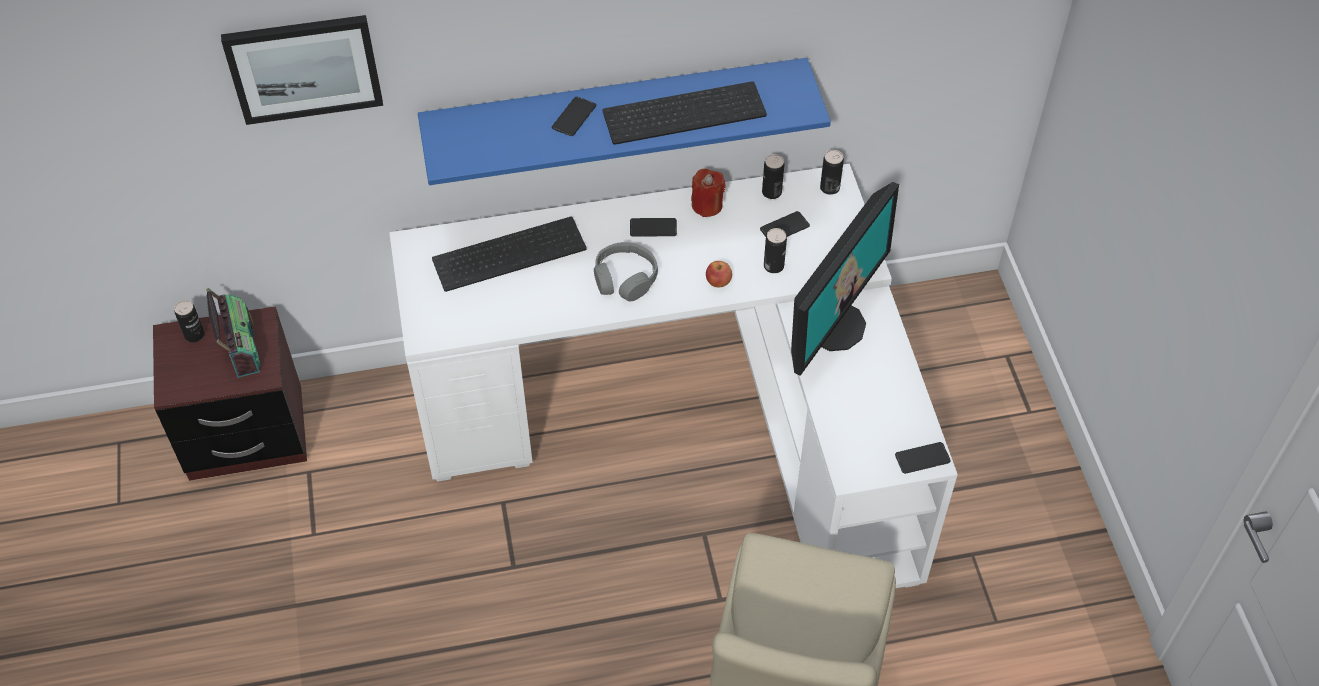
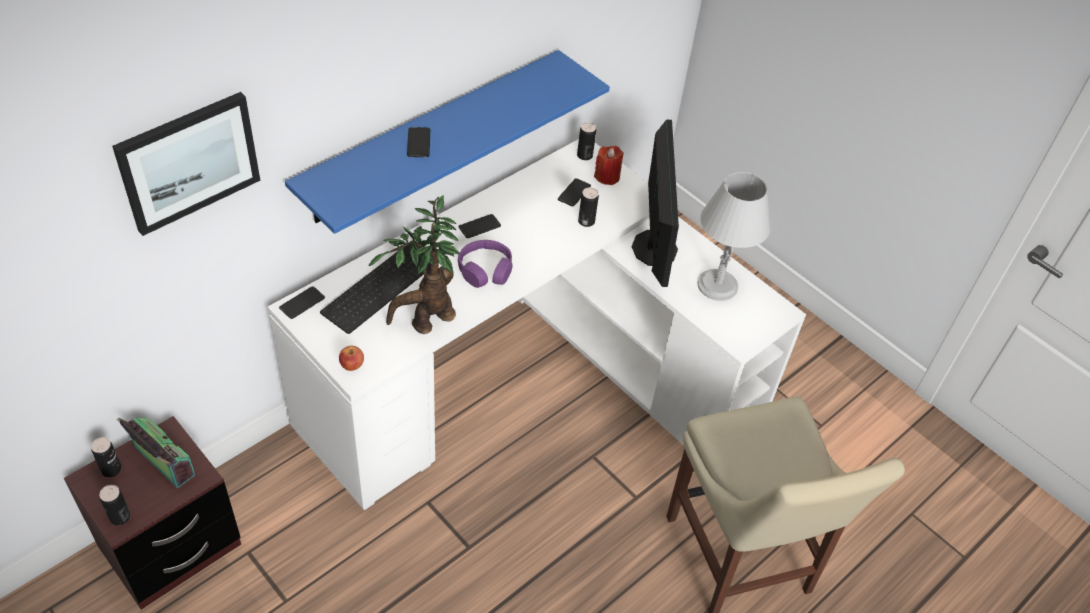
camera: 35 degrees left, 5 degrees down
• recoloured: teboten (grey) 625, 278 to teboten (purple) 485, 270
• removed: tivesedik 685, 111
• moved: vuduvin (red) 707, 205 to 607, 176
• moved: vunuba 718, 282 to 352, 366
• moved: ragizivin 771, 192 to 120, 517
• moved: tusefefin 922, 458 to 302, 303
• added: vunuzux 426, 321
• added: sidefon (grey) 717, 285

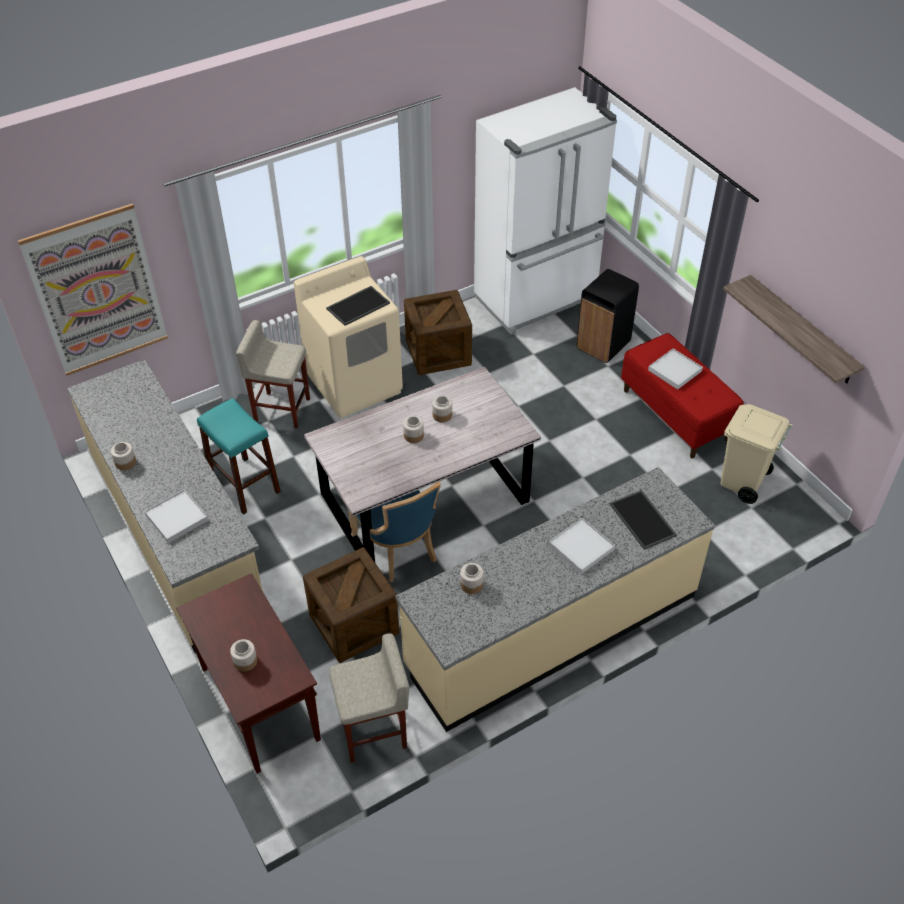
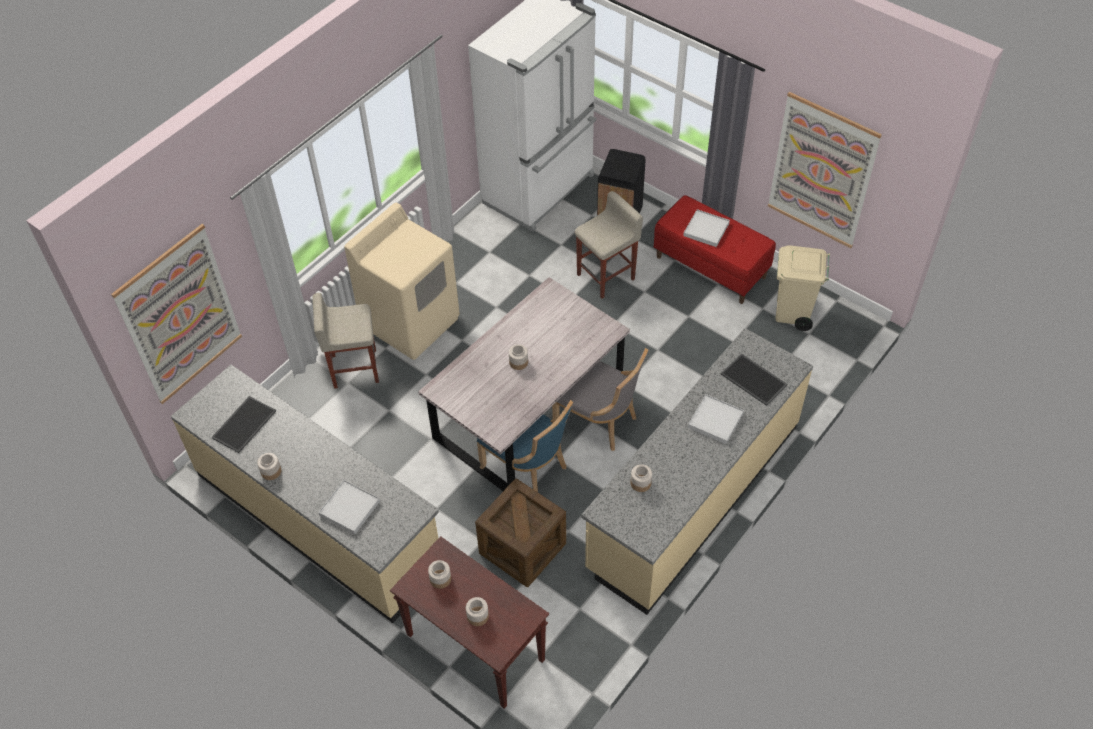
camera: 20 degrees left, 5 degrees up
• removed: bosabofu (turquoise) 244, 485
• moved: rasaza 358, 305 to 244, 423
• moved: bosabofu (beige) 374, 731 to 606, 276
• removed: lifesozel 438, 353
• moved: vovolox 442, 415 to 440, 579
• replaced: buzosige 801, 330 to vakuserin 821, 171
• added: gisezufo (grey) 599, 421

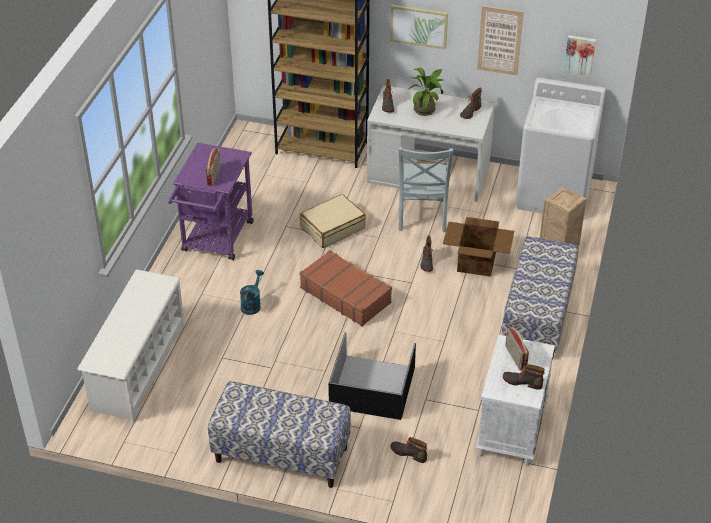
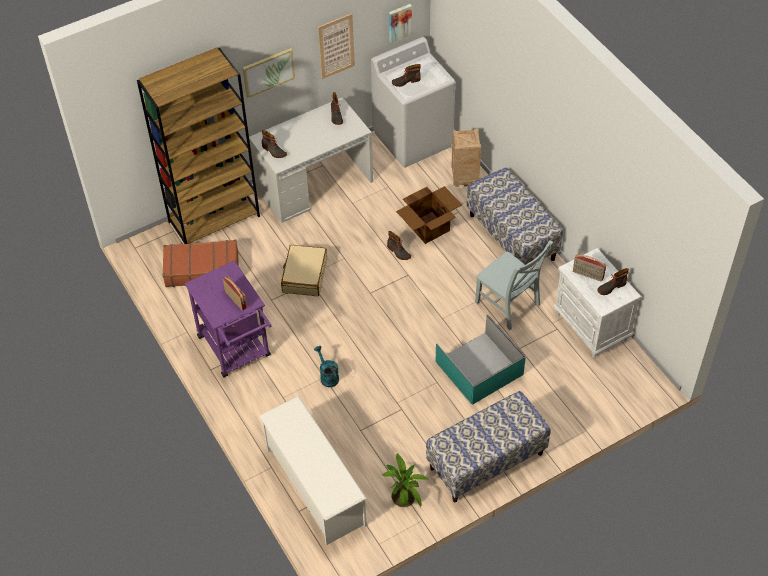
camera: 45 degrees left, 10 degrees up
• moved: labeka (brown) 345, 295 to 202, 269
• recoloured: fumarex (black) 373, 387 to fumarex (turquoise) 480, 367
• moved: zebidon 409, 453 to 405, 81
• moved: gisezufo (grey) 421, 217 to 509, 305
• moved: vunuzux 426, 109 to 403, 495

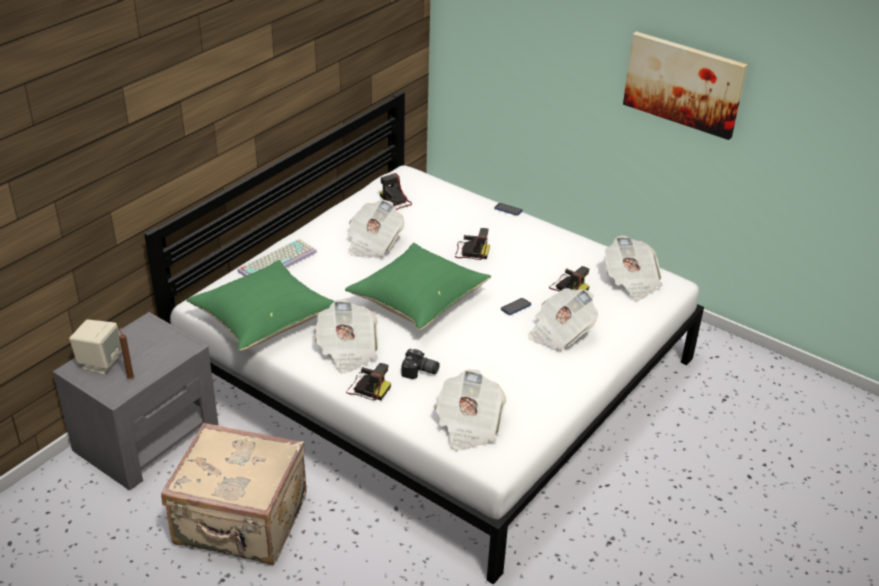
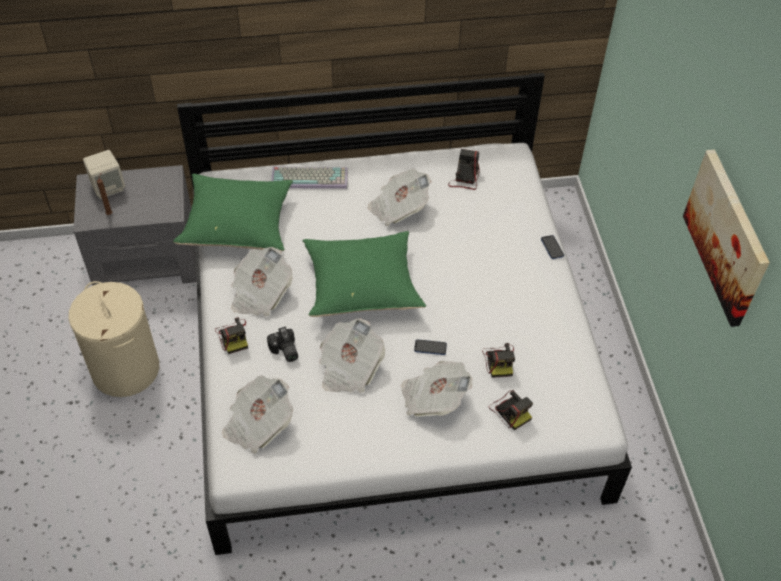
camera: 45 degrees right, 15 degrees up
• replaced: labeka (beige) 241, 522 to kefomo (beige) 126, 369
• moved: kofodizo 471, 252 to 510, 410
• moved: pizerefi 631, 281 to 349, 368

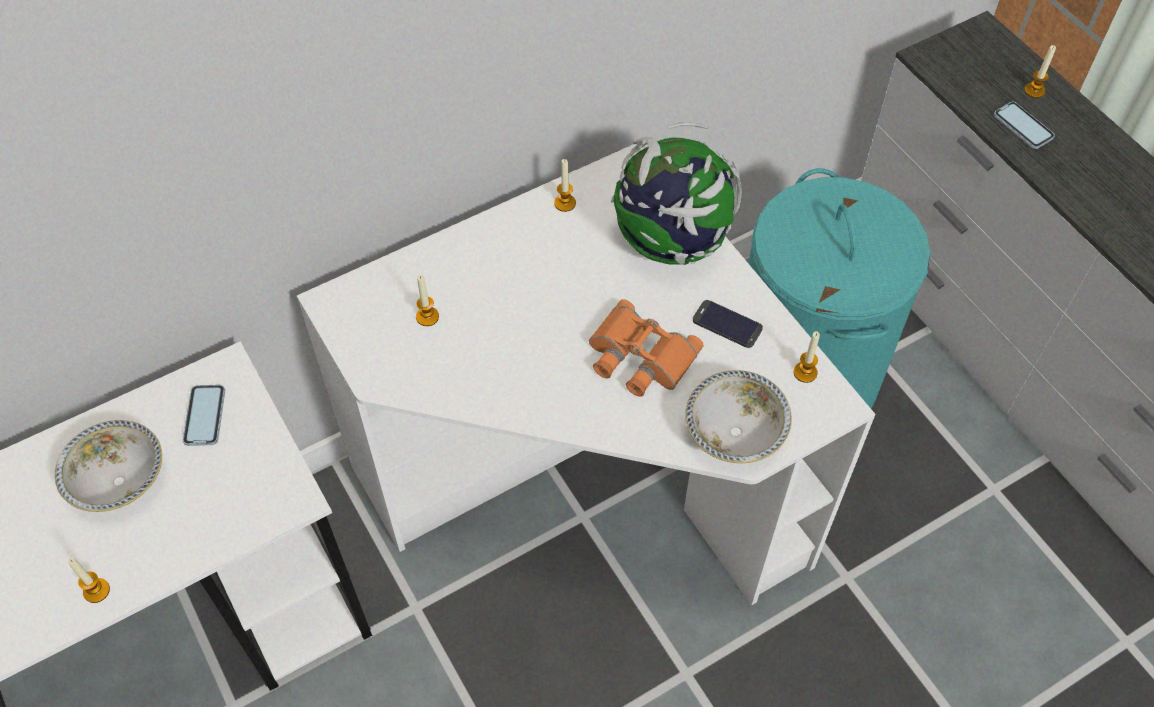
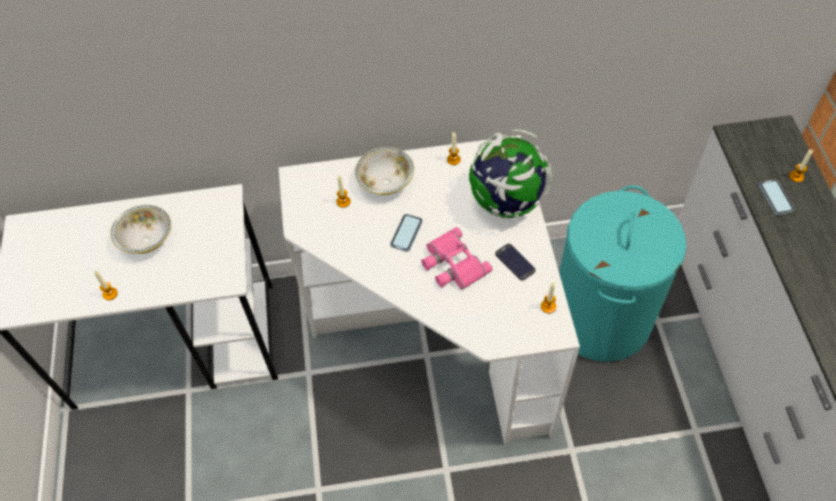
camera: 25 degrees right, 0 degrees up
• moved: tusefefin 205, 416 to 406, 233
• recoloured: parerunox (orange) 638, 357 to parerunox (pink) 452, 264
• moved: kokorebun 734, 433 to 385, 182

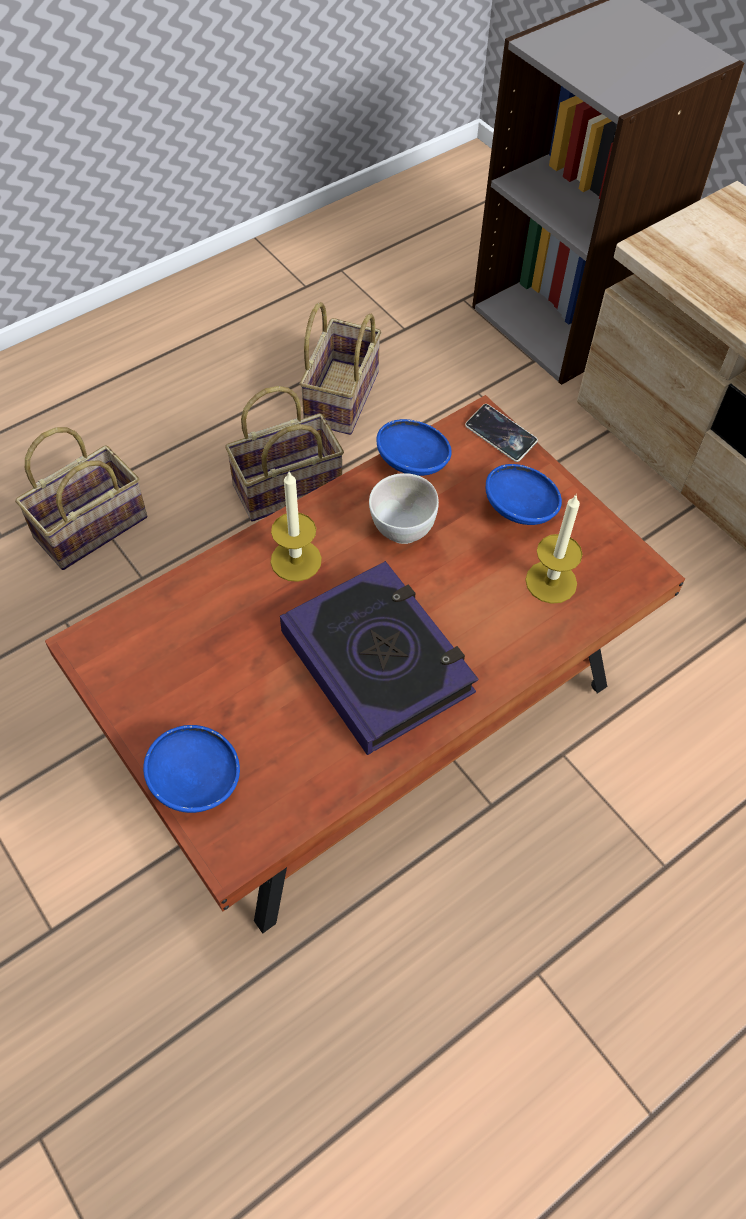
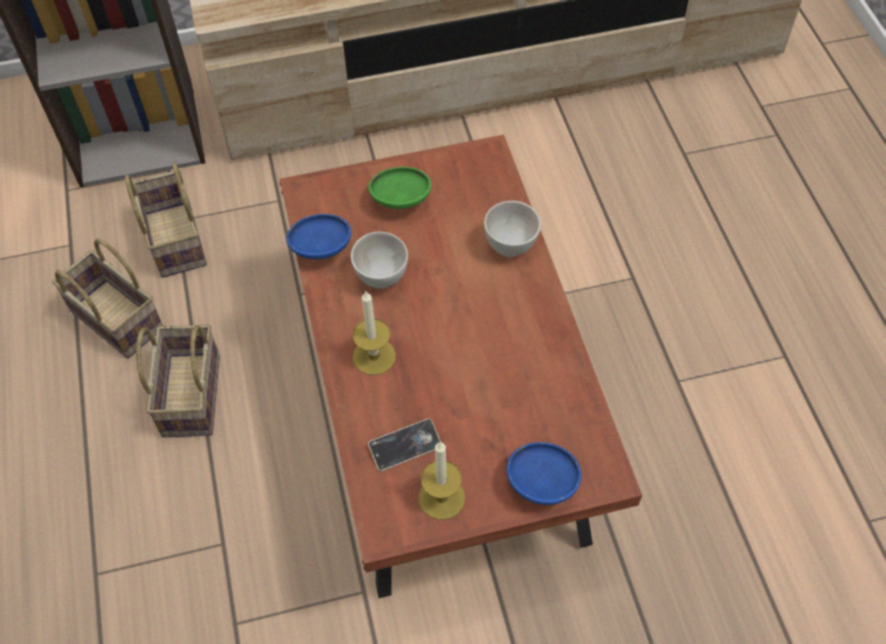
camera: 65 degrees left, 0 degrees up
• moved: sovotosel 92, 524 to 173, 239
• removed: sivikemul 377, 662
• moved: tusefefin 500, 436 to 405, 447
• recoloured: kokorebun (blue) 521, 510 to kokorebun (green) 401, 199
• moved: vuduvin 551, 582 to 441, 497
• added: kokorebun (white) 510, 246

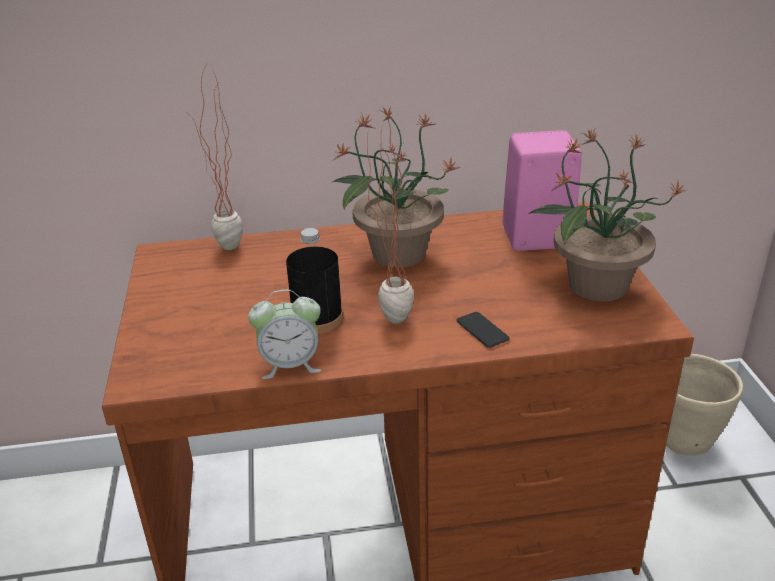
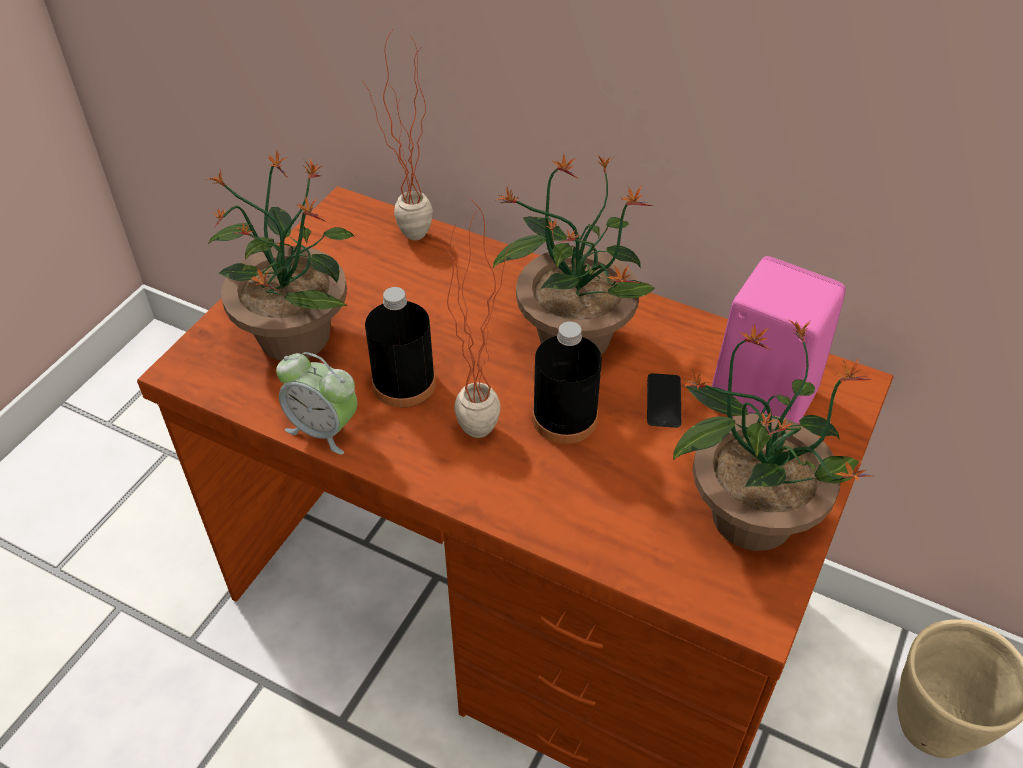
camera: 35 degrees right, 15 degrees up
• moved: tusefefin 482, 330 to 663, 401
• added: vunuzux 295, 334
• added: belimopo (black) 564, 418

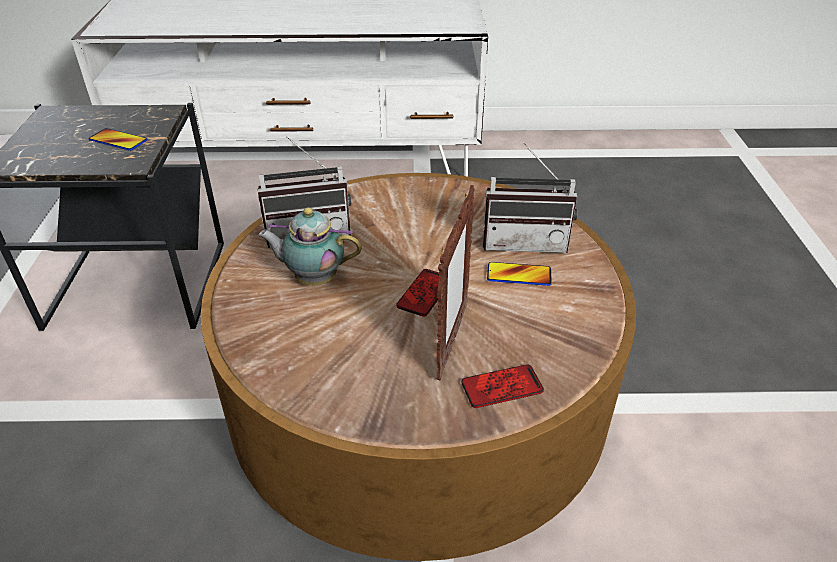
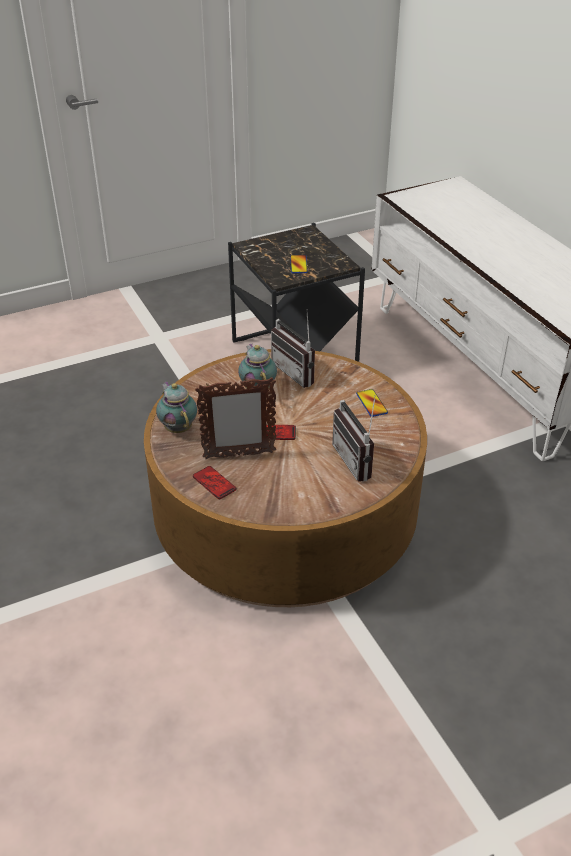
camera: 65 degrees right, 0 degrees up
• moved: tusefefin 519, 275 to 371, 403
• added: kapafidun 178, 428

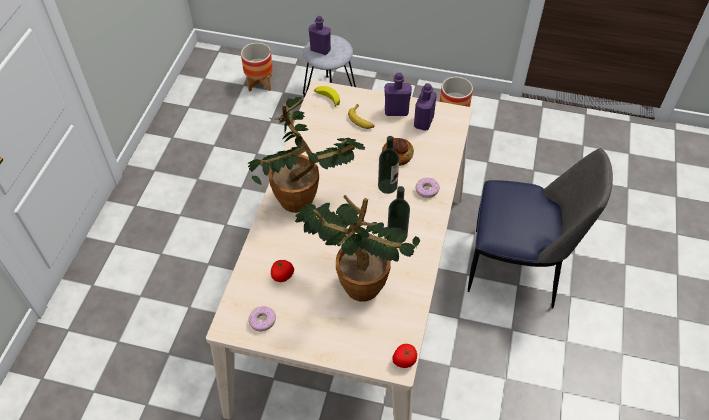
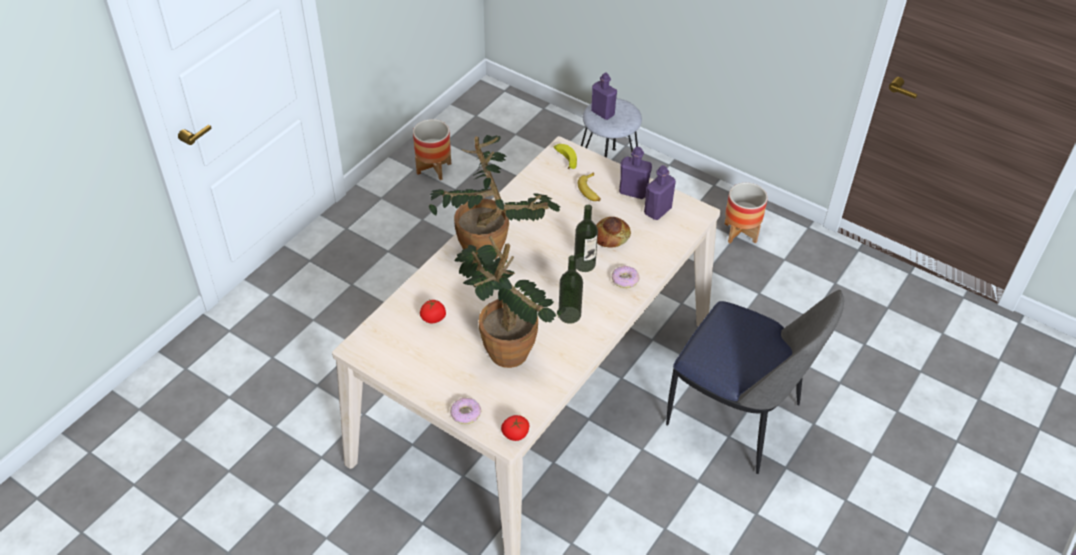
camera: 20 degrees right, 5 degrees down
• moved: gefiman 260, 83 to 434, 168
• moved: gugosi 262, 321 to 465, 414

